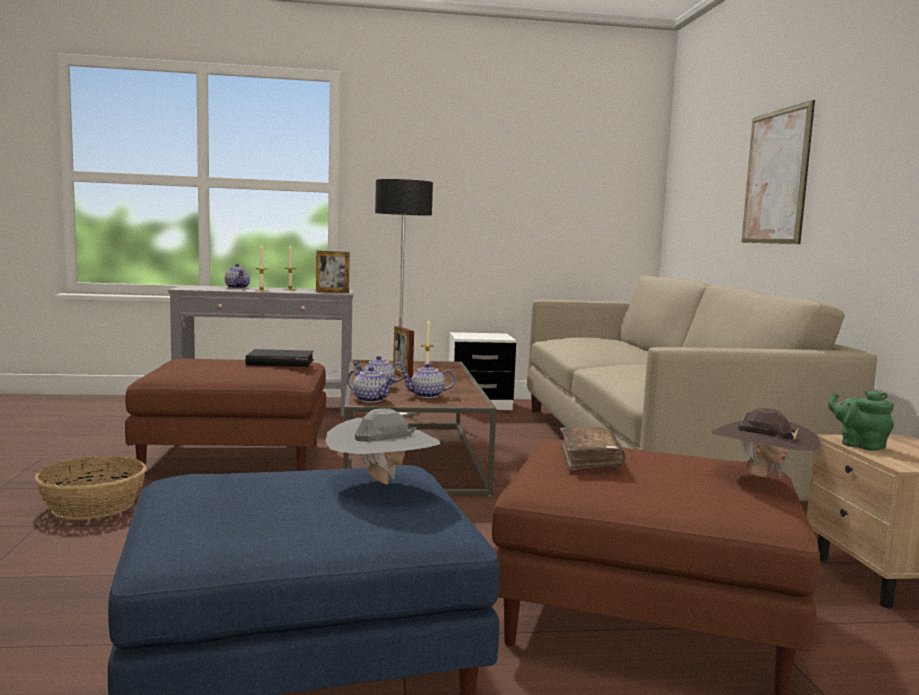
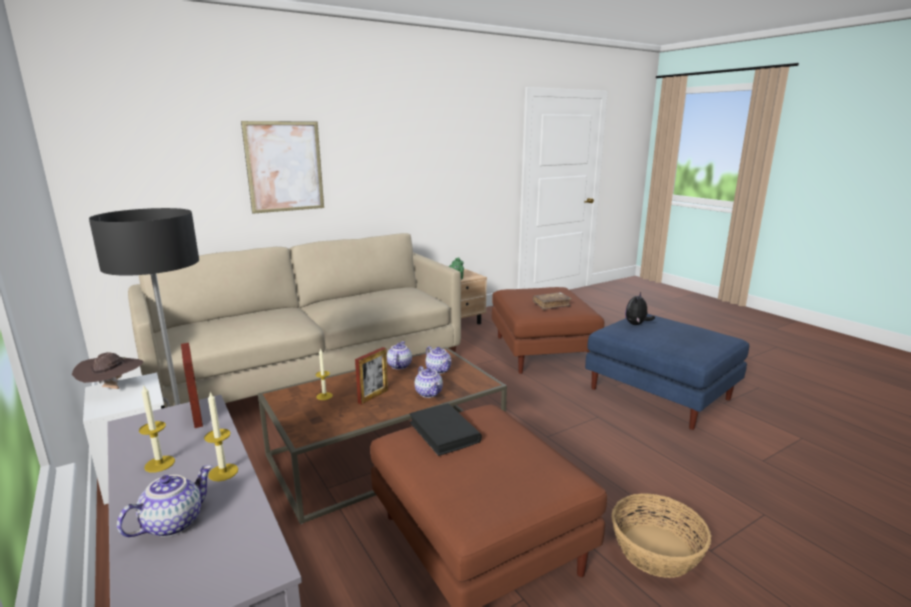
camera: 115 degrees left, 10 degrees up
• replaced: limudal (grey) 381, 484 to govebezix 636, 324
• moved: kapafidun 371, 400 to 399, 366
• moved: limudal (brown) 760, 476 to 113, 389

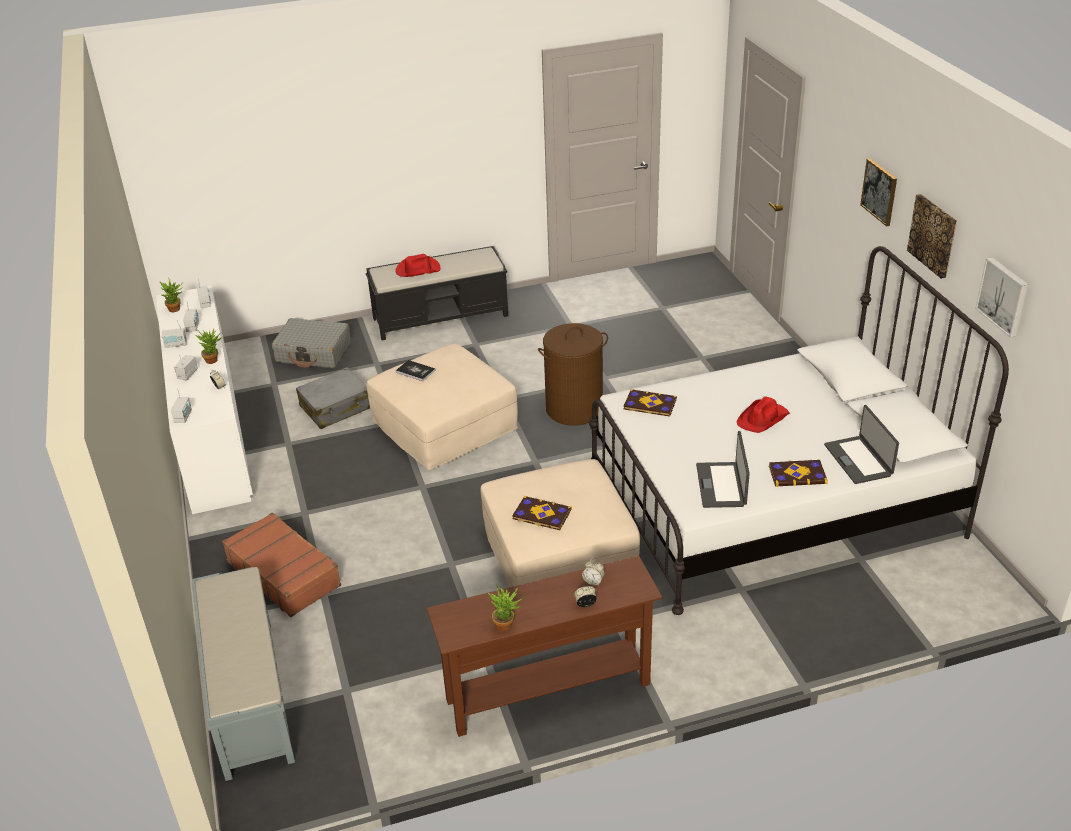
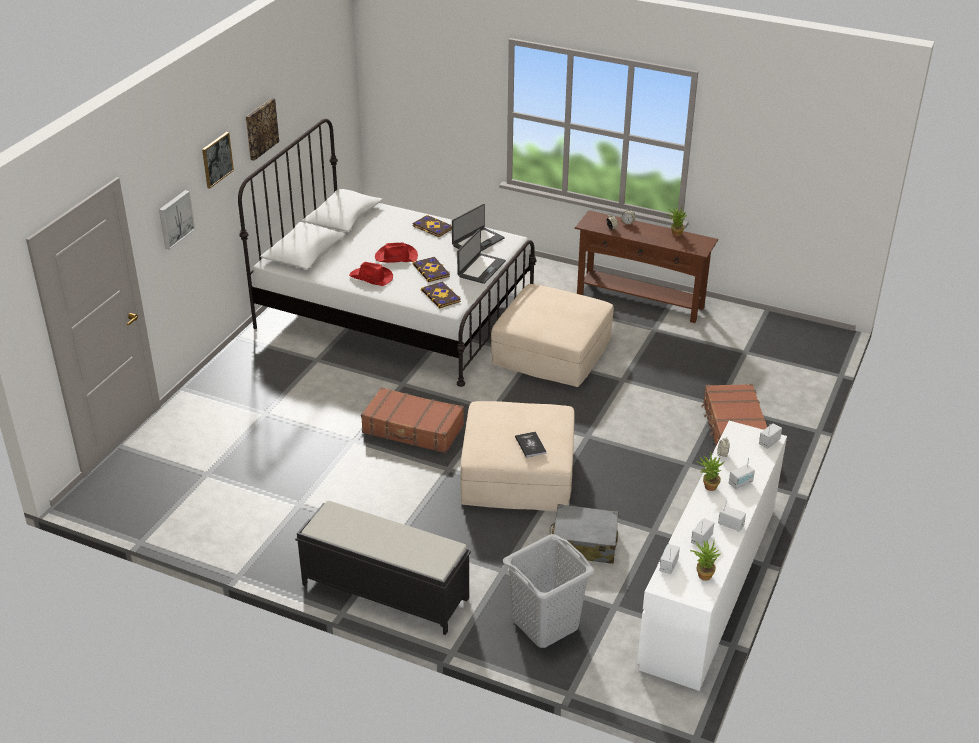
camera: 140 degrees left, 0 degrees up
• removed: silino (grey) 249, 695
• replaced: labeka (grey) 314, 353 to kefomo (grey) 545, 624
• moved: limudal (red) 417, 270 to 371, 278
• moved: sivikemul 541, 515 to 431, 270
• replaced: kefomo (brown) 574, 409 to labeka (brown) 413, 429
• moved: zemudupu 859, 460 to 481, 268
• moved: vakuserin 1004, 296 to 175, 219

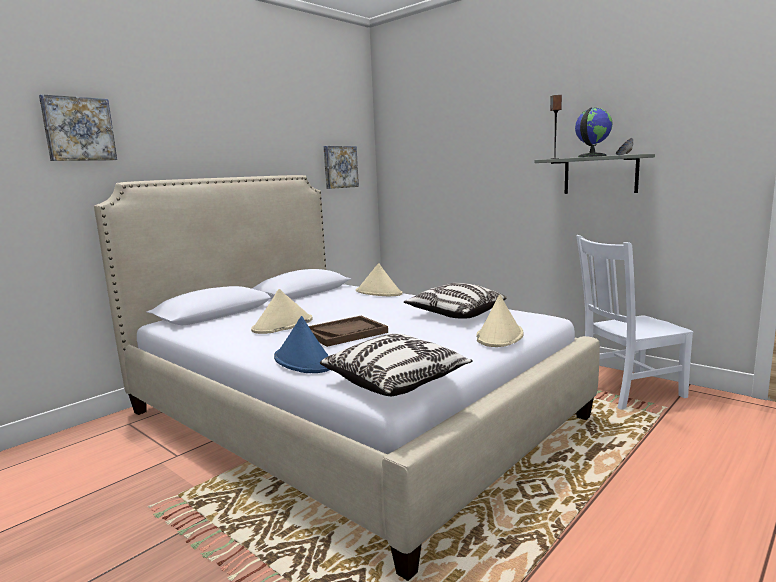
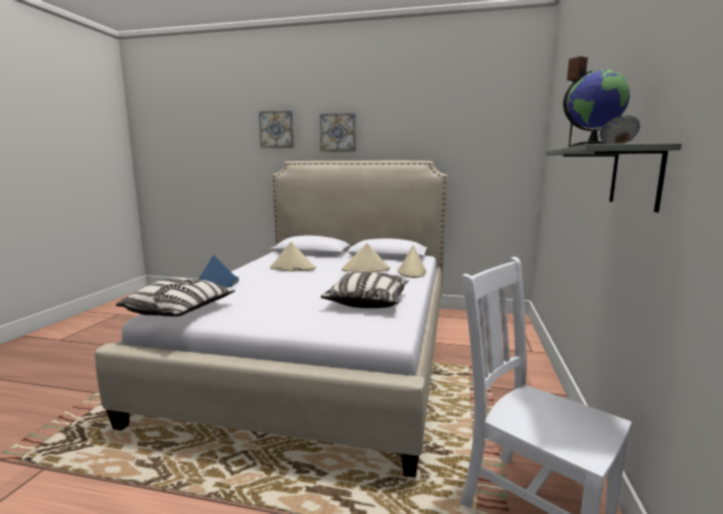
camera: 60 degrees right, 0 degrees up
• removed: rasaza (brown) 345, 333
• moved: vakuserin 340, 167 to 338, 132
• moved: limudal (beige) 499, 336 to 366, 269

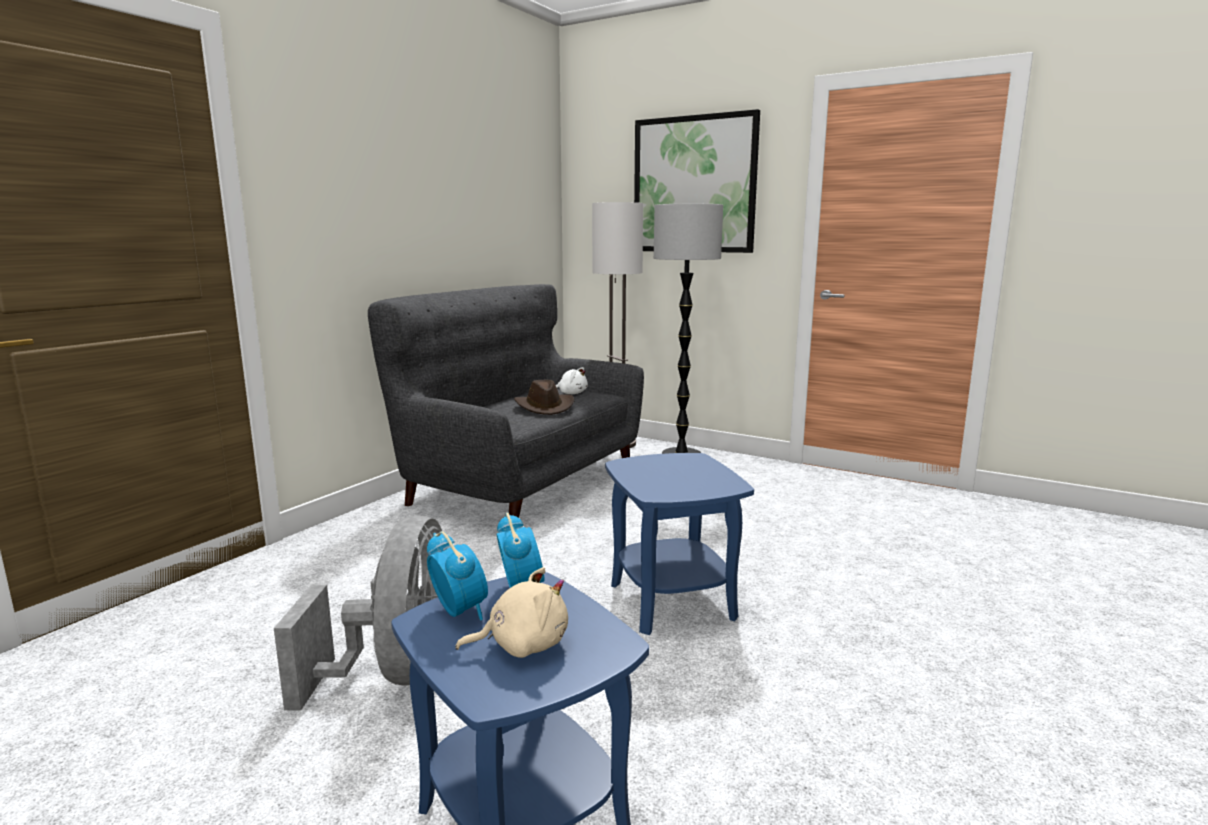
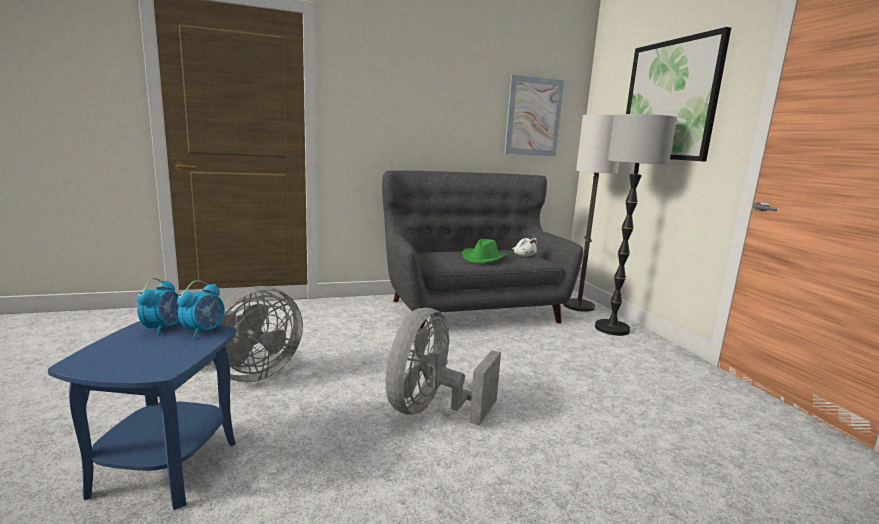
camera: 40 degrees right, 0 degrees up
• removed: govebezix (beige) 522, 645
• recoloured: limudal (brown) 545, 407 to limudal (green) 484, 258
• replaced: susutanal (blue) 673, 601 to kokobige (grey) 431, 409
• added: vakuserin 533, 117

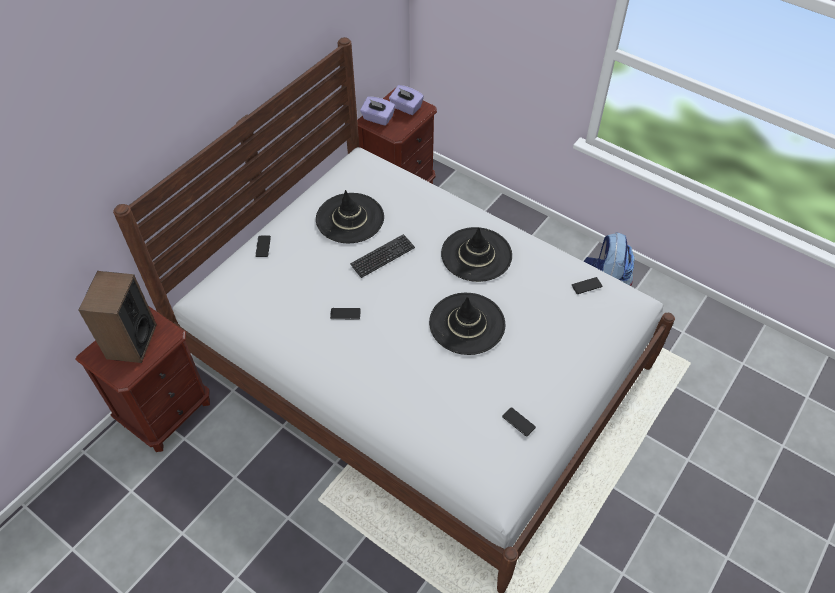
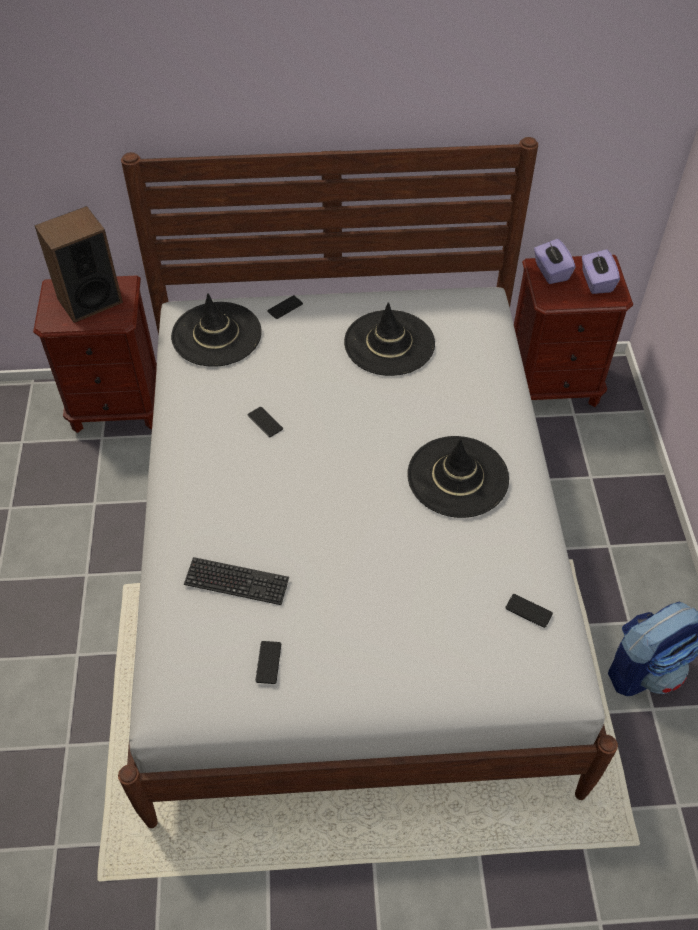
camera: 50 degrees right, 0 degrees up
• moved: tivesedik 382, 257 to 236, 582
• moved: limudal (black) 467, 324 to 216, 335

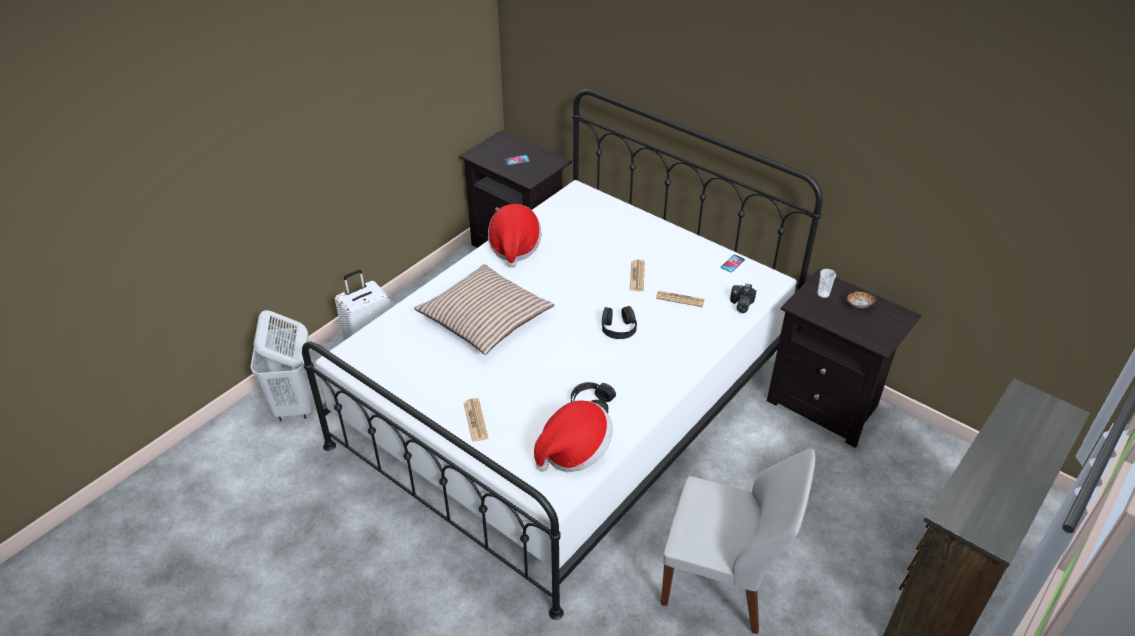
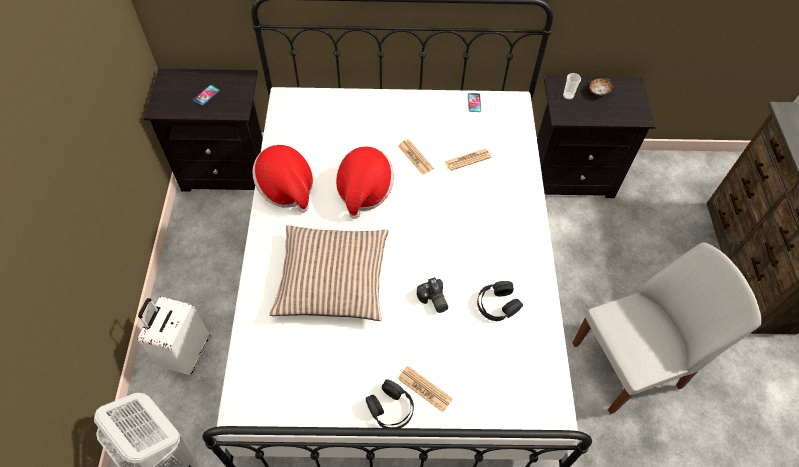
camera: 40 degrees left, 15 degrees up
• moved: limudal 574, 451 to 364, 191
• moved: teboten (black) 618, 327 to 390, 408
• moved: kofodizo 740, 304 to 433, 300

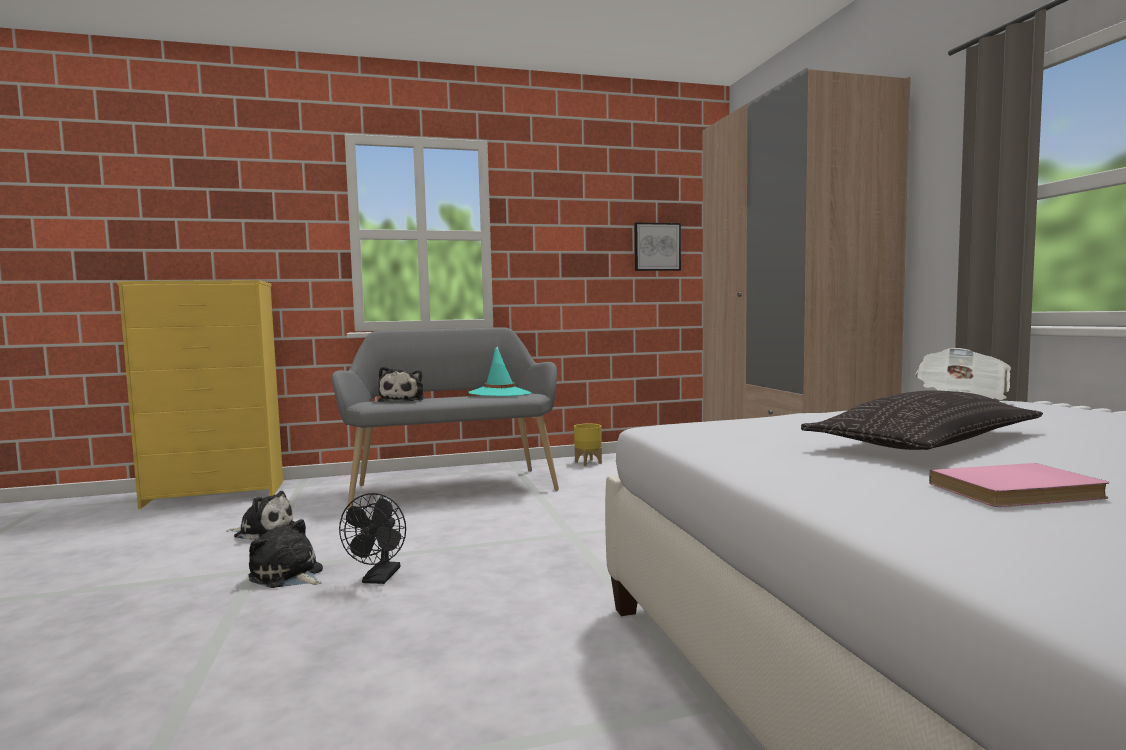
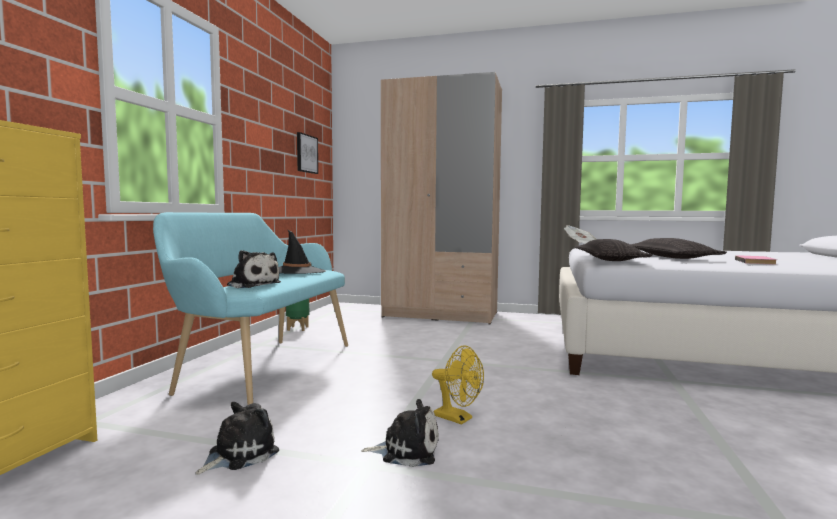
camera: 60 degrees left, 0 degrees up
• turned: govebezix 288, 576 = 406, 450 150 degrees counterclockwise
• recoloured: silino (grey) 452, 486 to silino (turquoise) 263, 367
• recoloured: kokobige (black) 379, 579 to kokobige (yellow) 458, 418
• recoloured: limudal (turquoise) 500, 394 to limudal (black) 297, 272
• recoloured: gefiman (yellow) 588, 462 to gefiman (green) 298, 328
• added: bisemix 609, 259

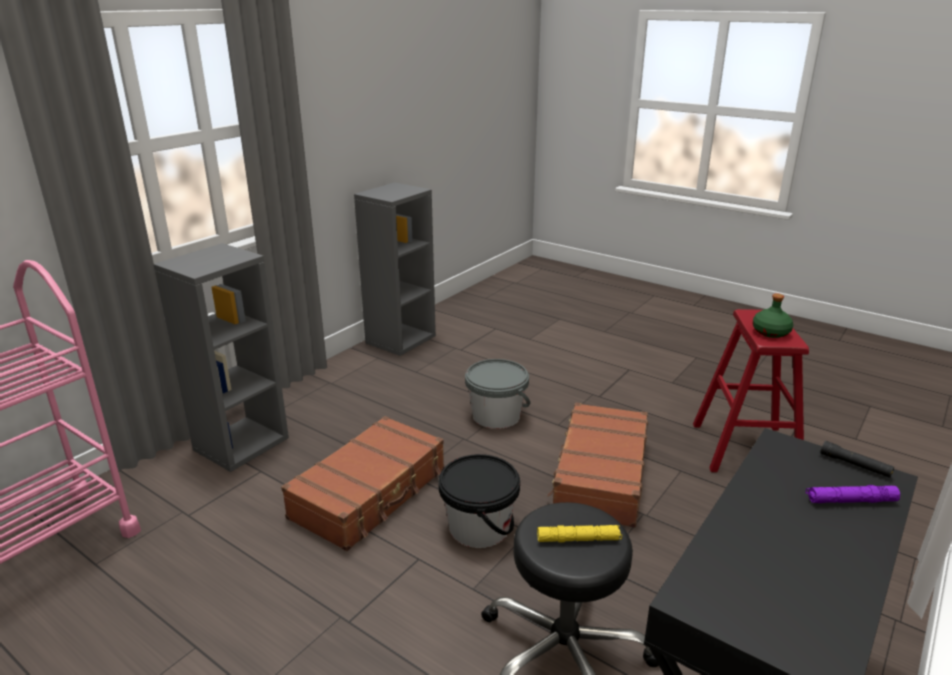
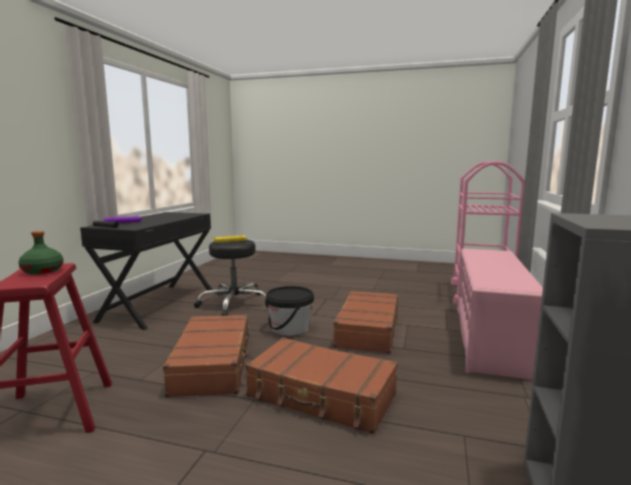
camera: 160 degrees right, 15 degrees down
• replaced: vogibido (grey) 241, 443 to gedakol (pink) 489, 338
• replaced: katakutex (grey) 496, 415 to labeka (brown) 321, 396

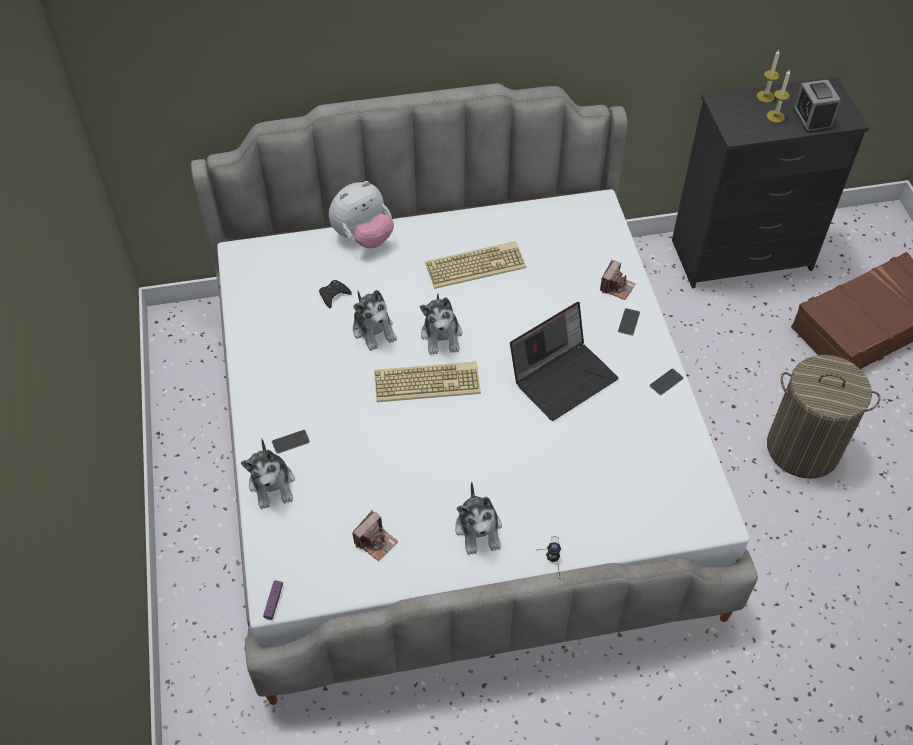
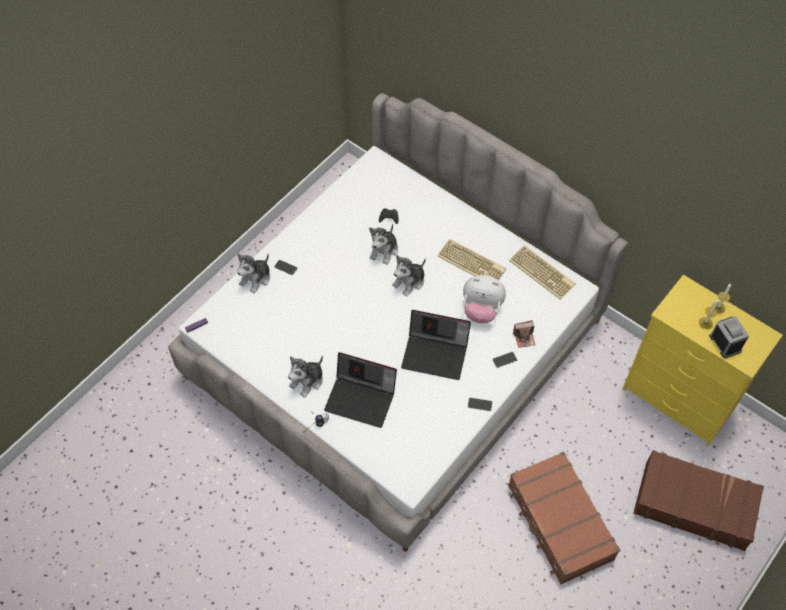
camera: 50 degrees right, 5 degrees up
• moved: govebezix 363, 237 to 481, 310
• removed: kofodizo 375, 542
• moved: tivesedik 427, 381 to 543, 272
• recoloured: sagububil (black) 743, 255 to sagububil (yellow) 678, 400
• replaced: kefomo 803, 448 to labeka (brown) 559, 522
• turned: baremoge 812, 118 = 725, 343 120 degrees clockwise
• added: zemudupu 361, 399

